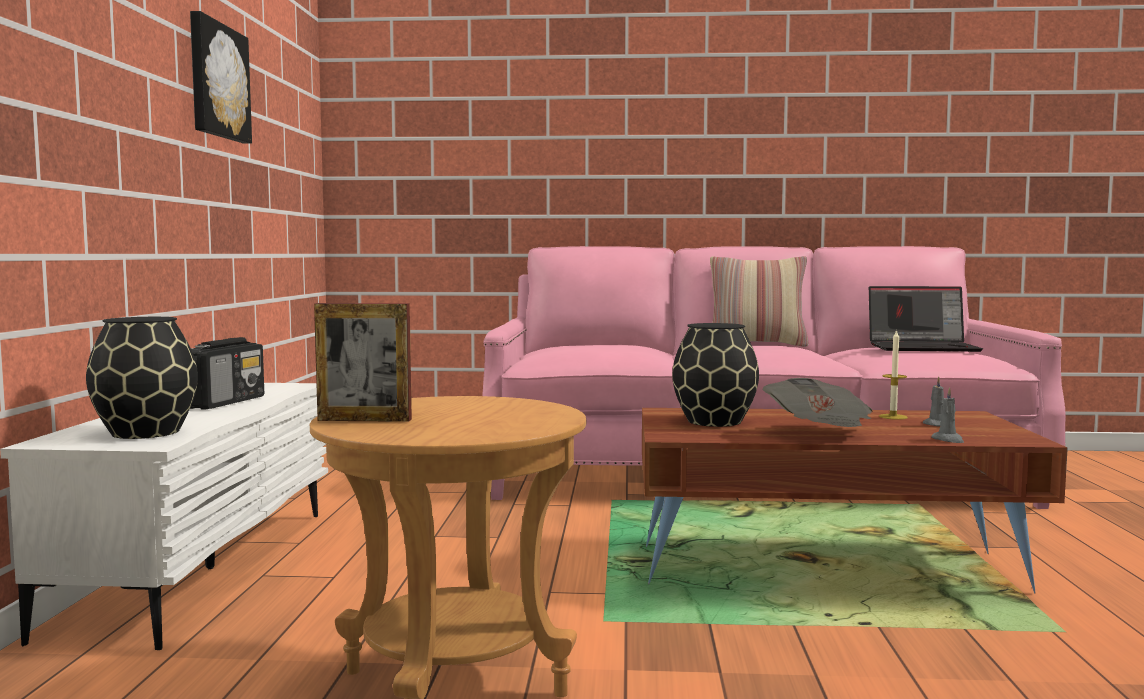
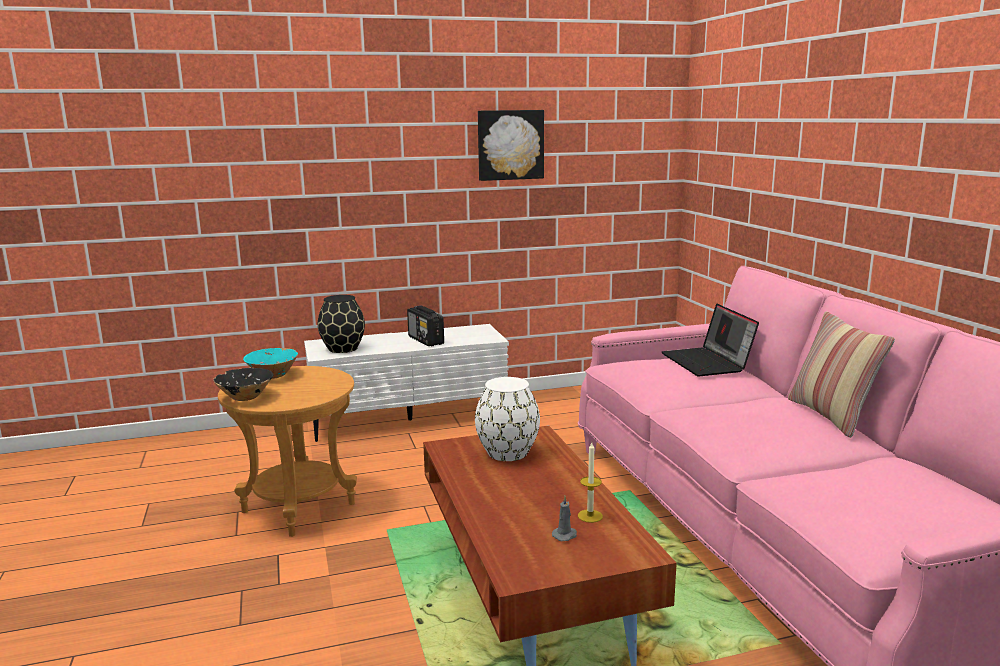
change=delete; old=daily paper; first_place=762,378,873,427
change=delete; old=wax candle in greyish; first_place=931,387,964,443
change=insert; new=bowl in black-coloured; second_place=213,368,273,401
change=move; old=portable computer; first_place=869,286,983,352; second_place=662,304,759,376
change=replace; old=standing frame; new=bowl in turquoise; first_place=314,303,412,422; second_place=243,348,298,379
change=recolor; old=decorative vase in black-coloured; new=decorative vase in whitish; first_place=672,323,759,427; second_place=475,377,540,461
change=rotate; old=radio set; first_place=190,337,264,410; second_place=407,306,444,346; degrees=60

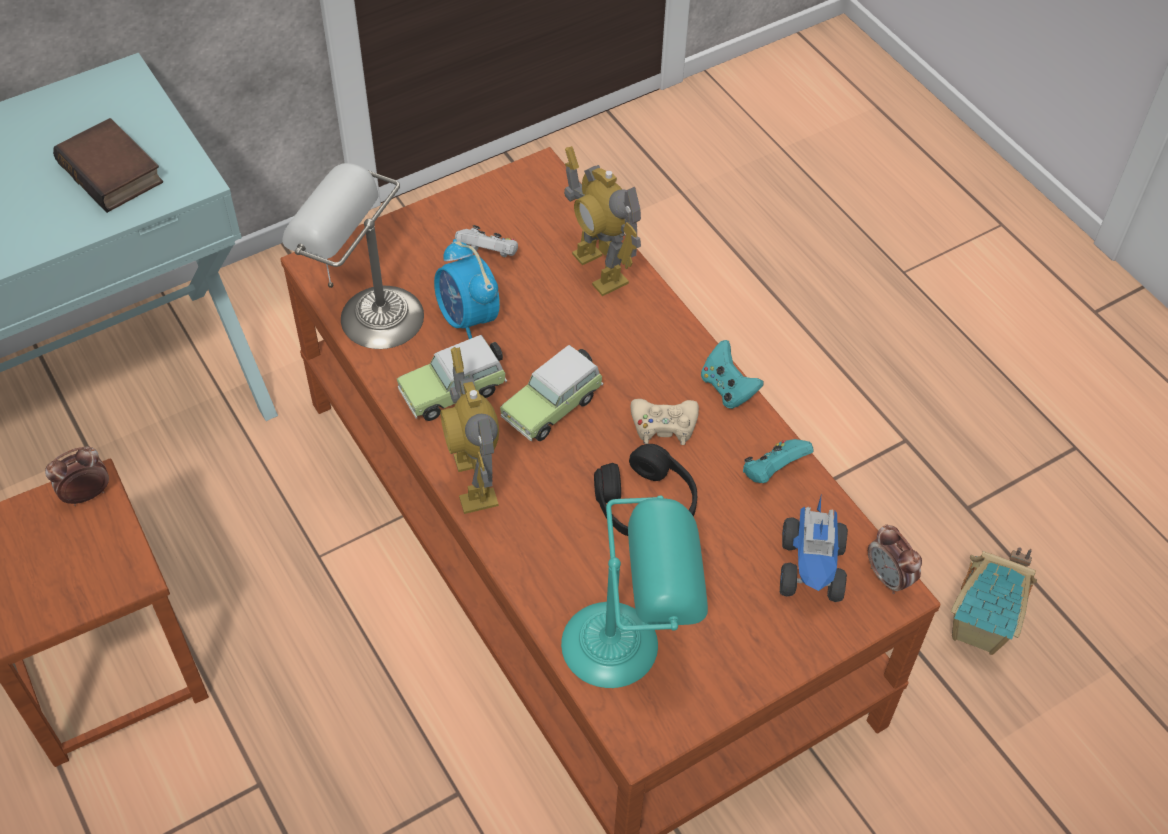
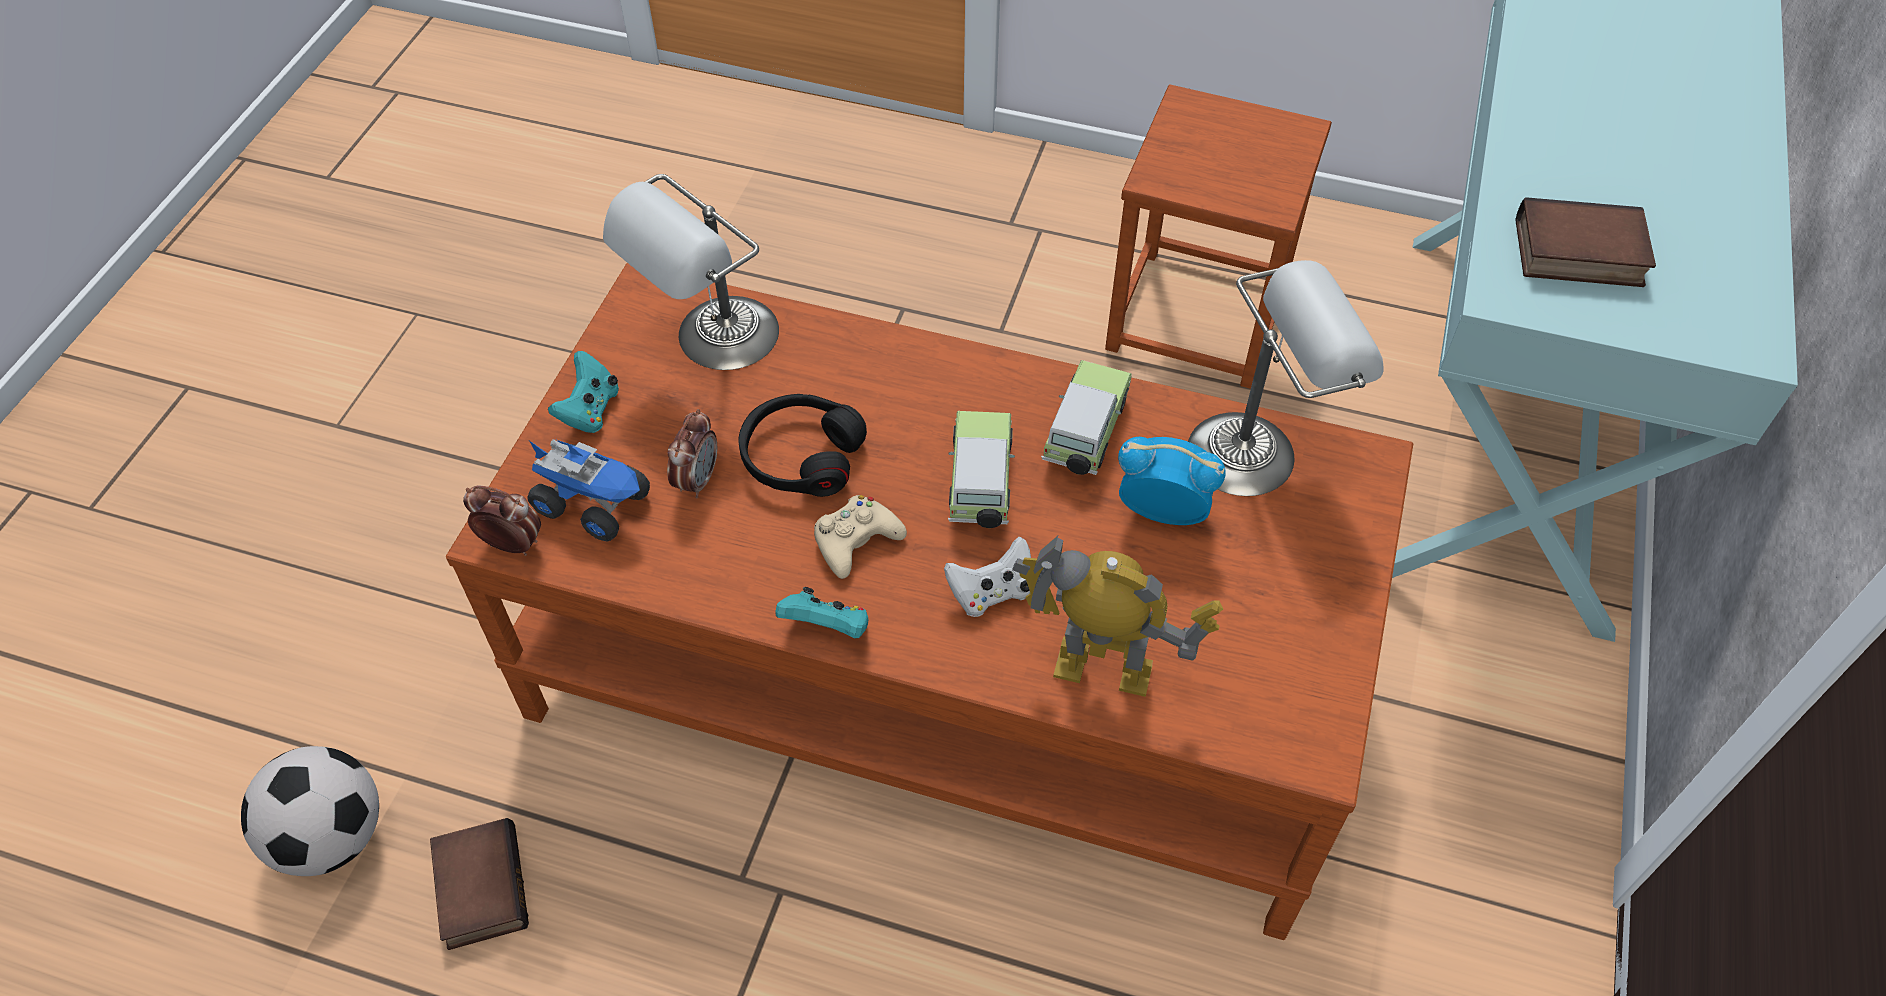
change=delete; old=toy robot; first_place=440,347,499,514
change=insert; new=football; second_place=241,746,379,876
change=move; old=table clock; first_place=45,446,109,506; second_place=667,409,717,499
change=move; old=gamepad in whitish; first_place=455,225,518,258; second_place=944,537,1031,617
change=move; old=gamepad in turquoise; first_place=743,439,814,483; second_place=548,351,619,433
change=replace; old=model house; new=volume; first_place=951,547,1037,655; second_place=430,818,529,950
change=recolor; old=tabletop lamp in turquoise; new=tabletop lamp in whitish; first_place=561,496,708,688; second_place=603,174,779,370
change=rotate; old=model truck; first_place=780,497,848,602; second_place=528,439,650,542; degrees=150

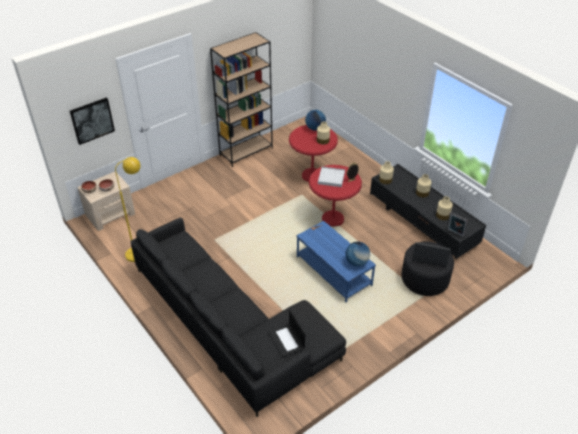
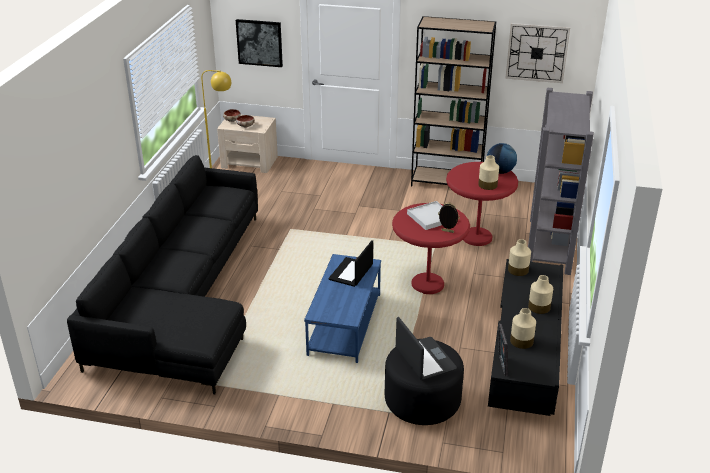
change=delete; old=globe; first_place=345,242,370,266
change=insert; new=hanging clock; second_place=505,23,570,83
change=insert; new=shelving unit in greyish; second_place=528,88,594,275
change=move; old=portable computer; first_place=268,309,305,358; second_place=328,240,373,287

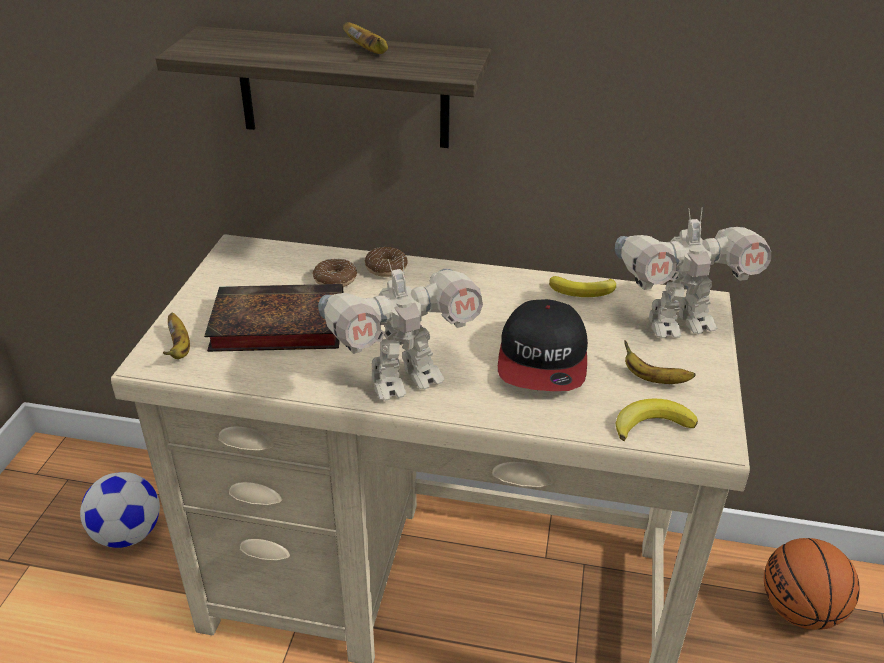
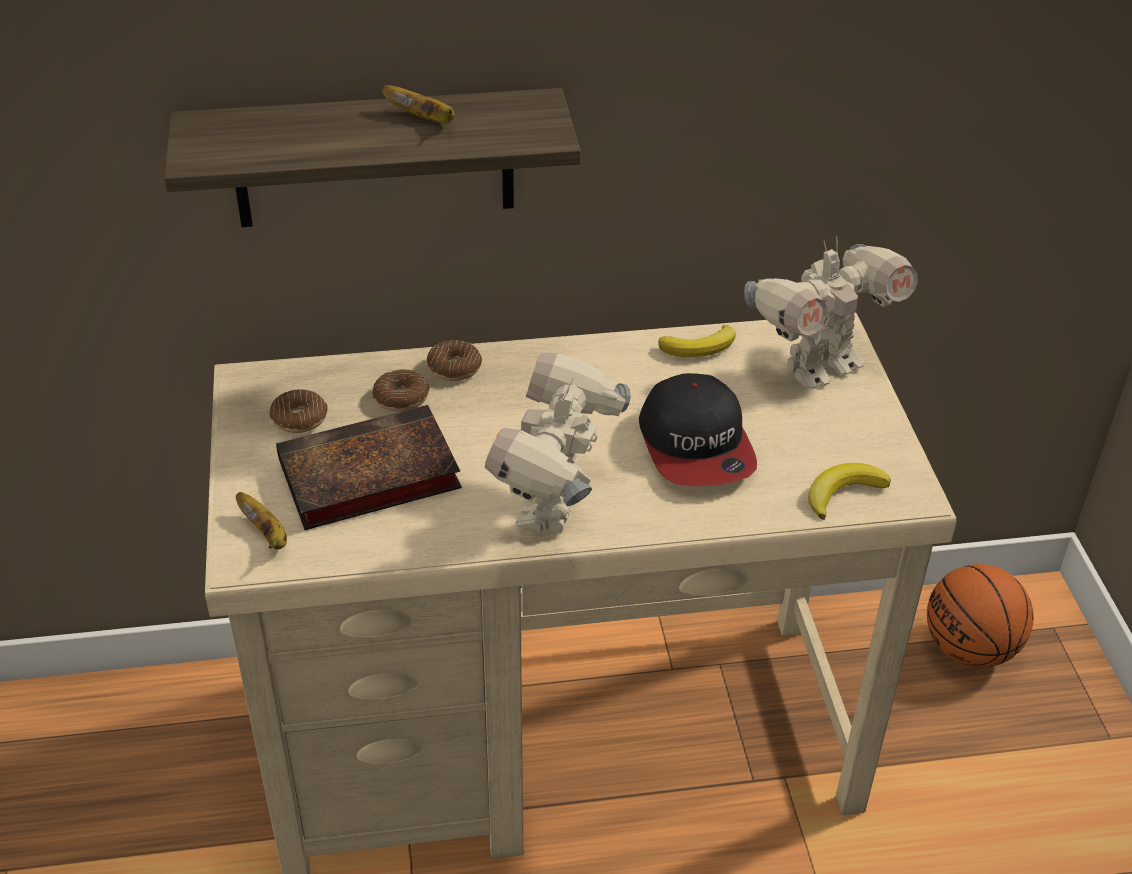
change=delete; old=football; first_place=80,472,160,548
change=delete; old=banana; first_place=624,340,695,384
change=insert; new=doughnut; second_place=270,389,327,433
change=rotate; old=toy robot; first_place=318,256,483,401; second_place=485,352,631,534; degrees=150

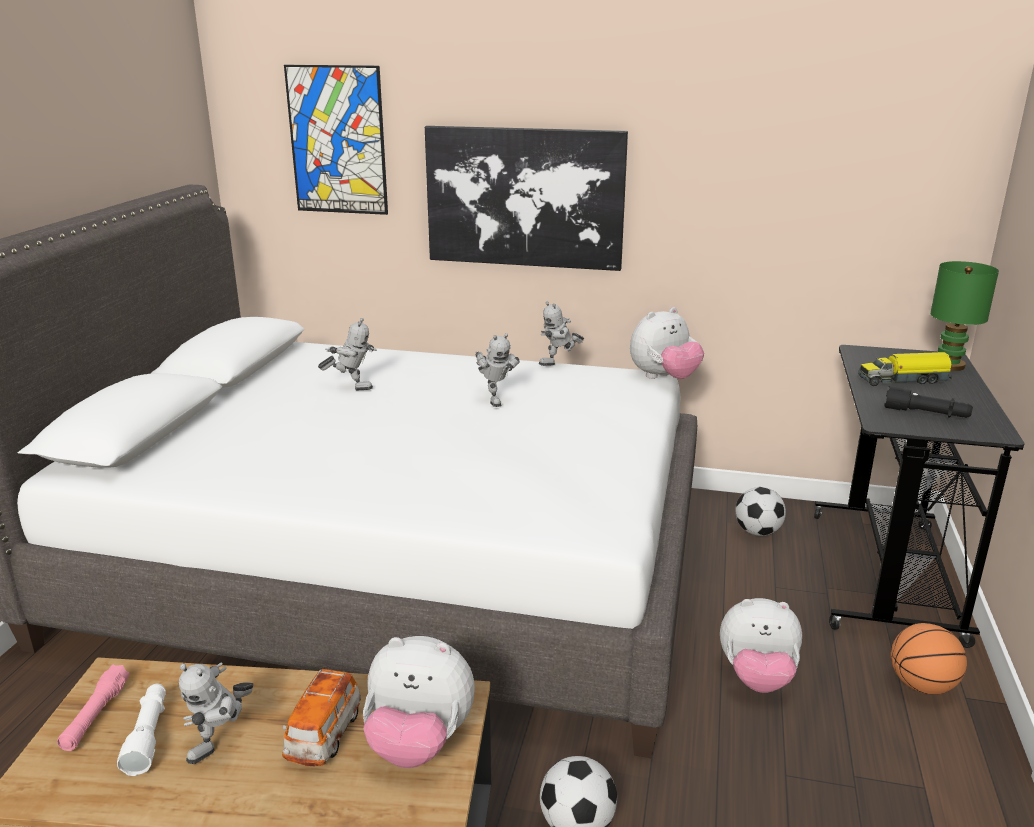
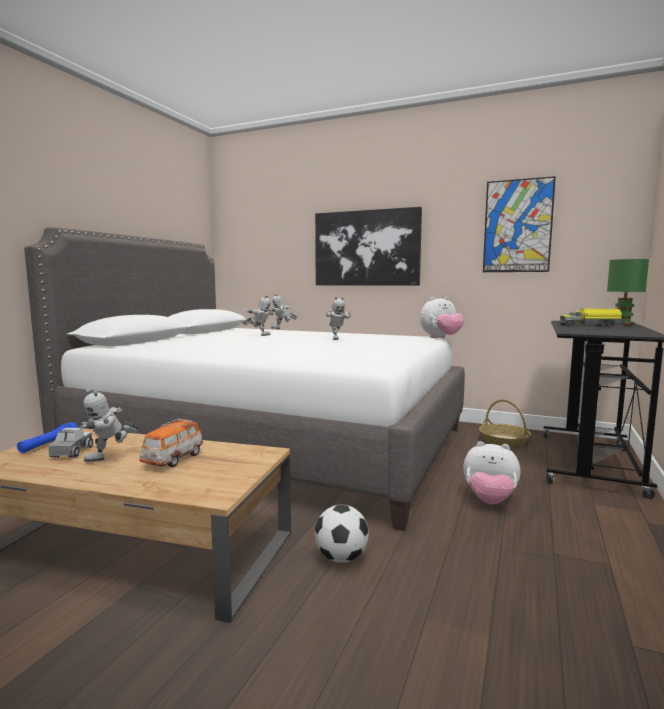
change=delete; old=plush toy; first_place=363,636,475,768
change=delete; old=torch in black-coloured; first_place=884,386,973,418
change=delete; old=basketball ball; first_place=891,623,967,695
change=move; old=picture; first_place=284,65,388,215; second_place=483,176,556,272
change=move; old=toy robot; first_place=539,301,584,366; second_place=271,294,297,329
change=replace; old=torch in whitish; new=model truck; first_place=117,683,166,776; second_place=48,428,93,457
change=replace; old=football; new=household basket; first_place=735,487,786,536; second_place=479,399,531,447
change=recolor; old=torch in pink-coloured; new=torch in blue-coloured; first_place=57,665,130,751; second_place=17,422,78,453

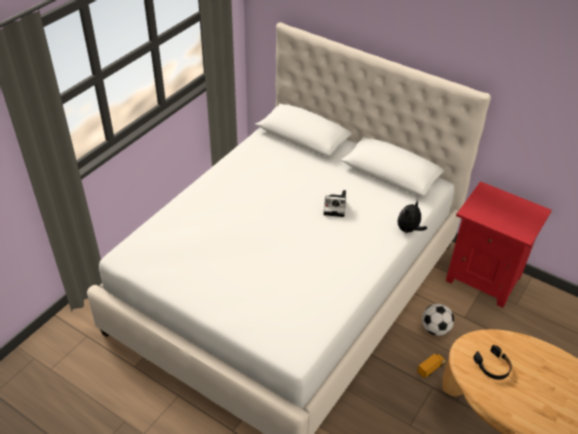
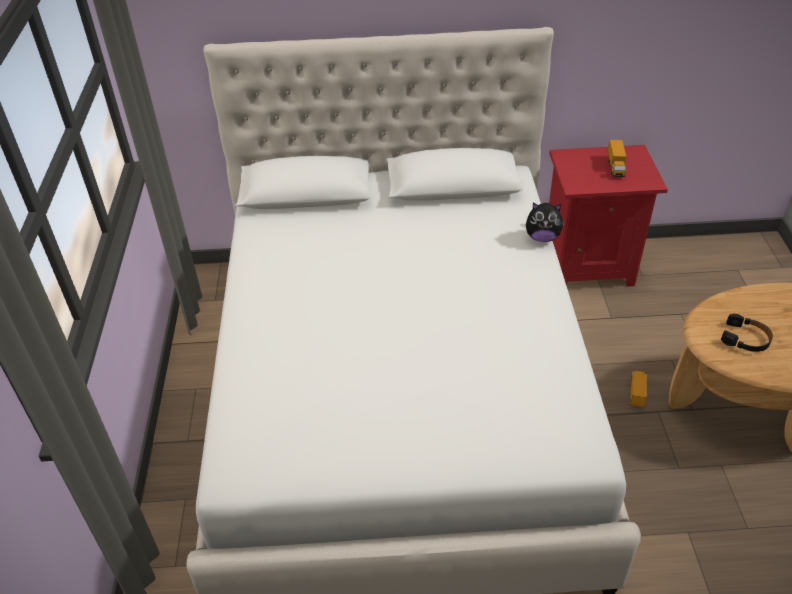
change=delete; old=photo camera; first_place=324,190,346,217
change=delete; old=football; first_place=422,304,454,336
change=insert; new=model truck; second_place=608,140,626,177
change=rotate; old=plush toy; first_place=398,200,427,233; second_place=526,202,566,242; degrees=-90

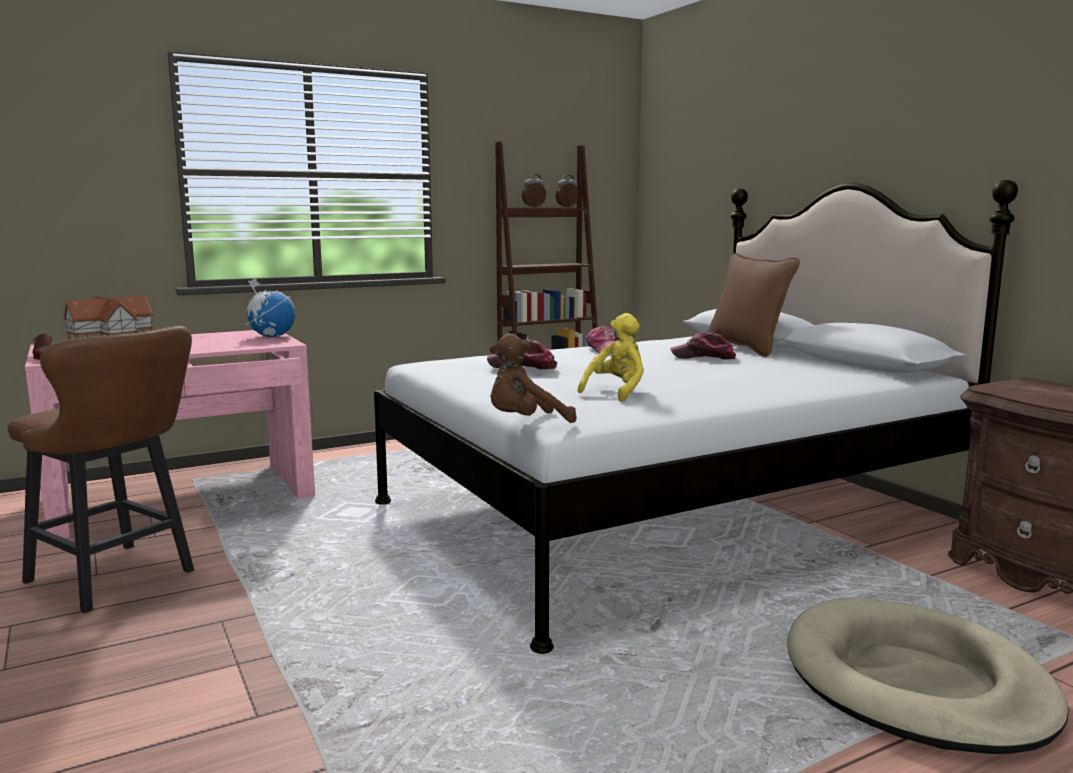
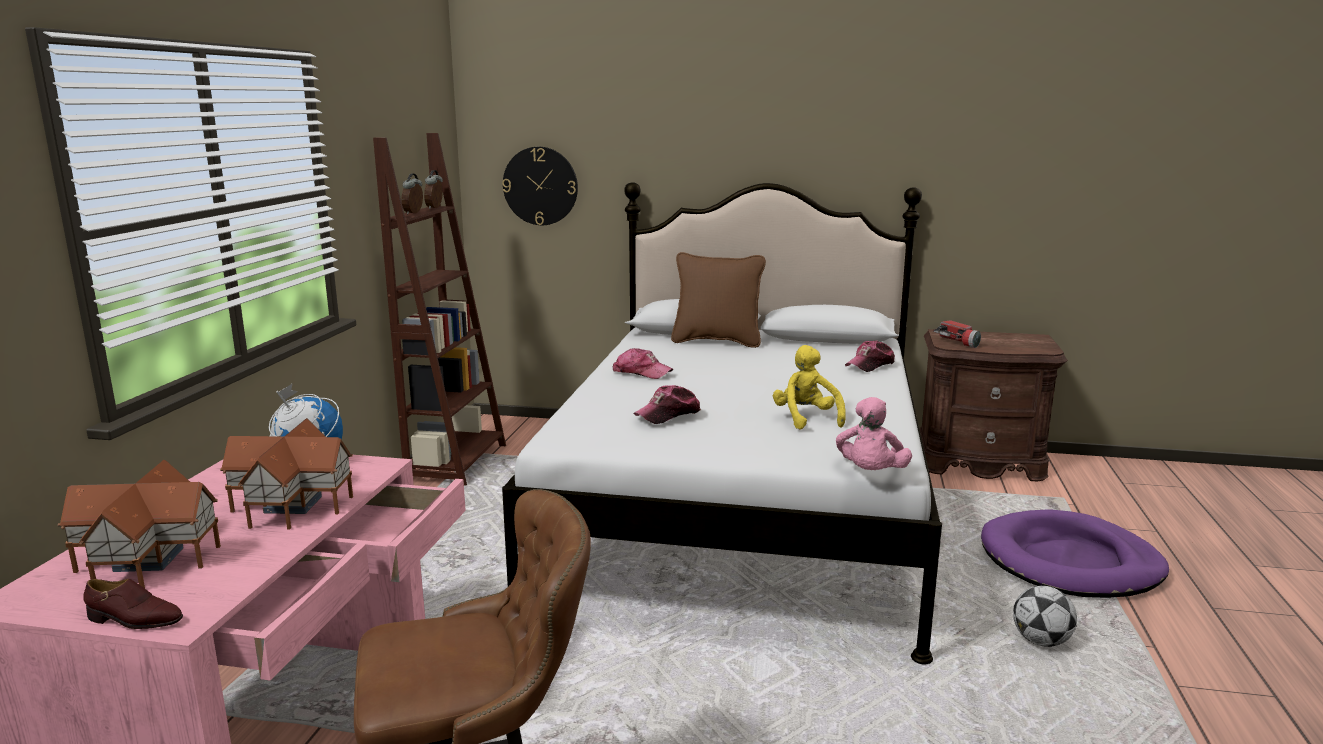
change=insert; new=model house; second_place=220,418,353,529
change=insert; new=hanging clock; second_place=502,147,578,225
change=insert; new=torch; second_place=933,320,981,348
change=insert; new=football; second_place=1013,586,1077,647
change=move; old=baseball cap; first_place=670,332,736,360; second_place=845,340,895,372
change=recolor; old=plush toy in brownish; new=plush toy in pink-coloured; first_place=490,333,577,423; second_place=836,397,912,470
change=recolor; old=pet bed in sand-coloured; new=pet bed in purple-coloured; first_place=787,597,1069,754; second_place=981,510,1169,598

